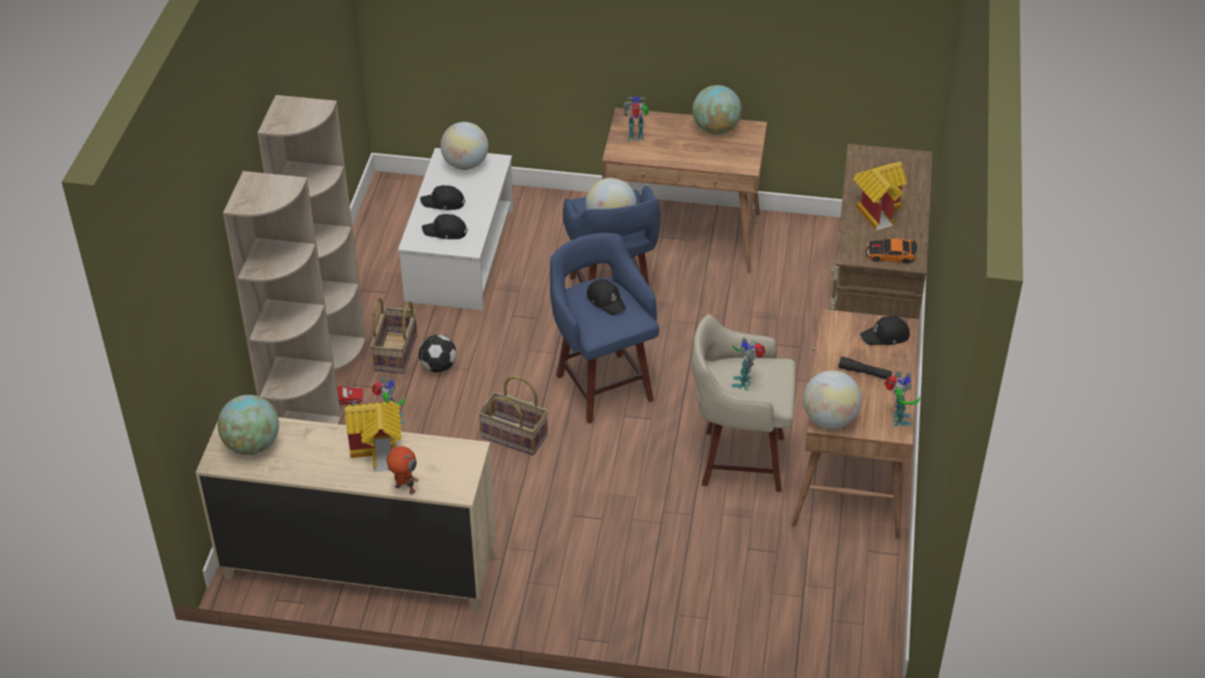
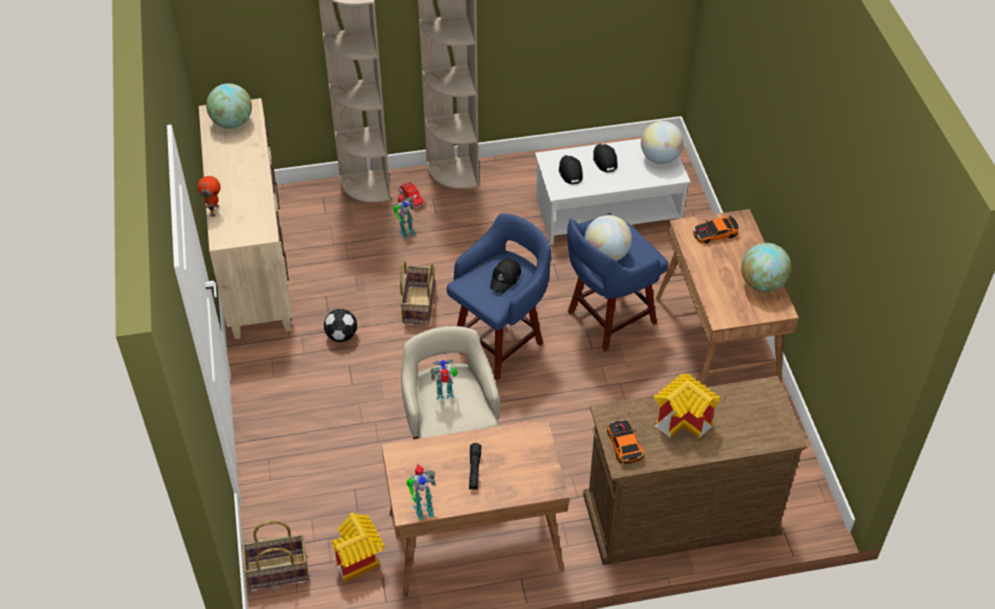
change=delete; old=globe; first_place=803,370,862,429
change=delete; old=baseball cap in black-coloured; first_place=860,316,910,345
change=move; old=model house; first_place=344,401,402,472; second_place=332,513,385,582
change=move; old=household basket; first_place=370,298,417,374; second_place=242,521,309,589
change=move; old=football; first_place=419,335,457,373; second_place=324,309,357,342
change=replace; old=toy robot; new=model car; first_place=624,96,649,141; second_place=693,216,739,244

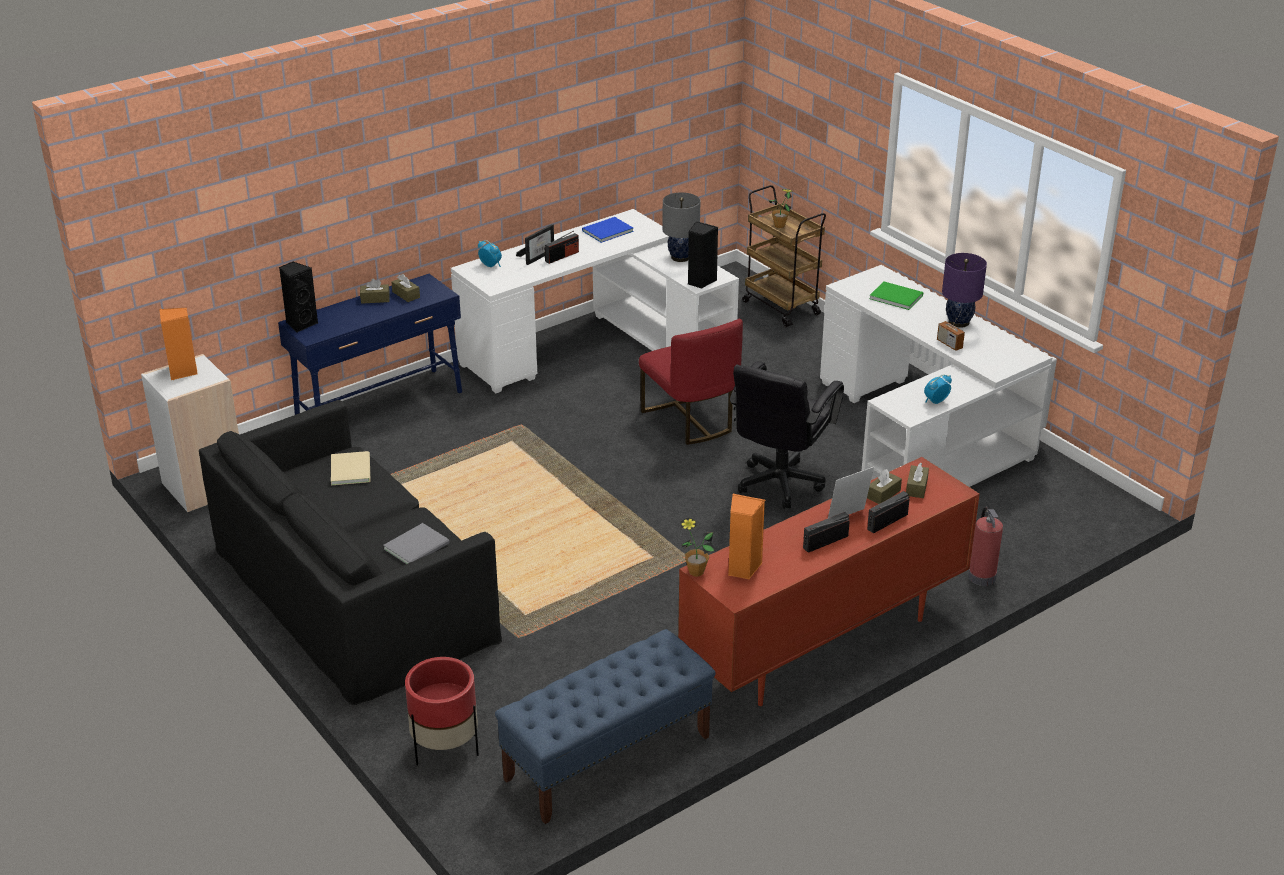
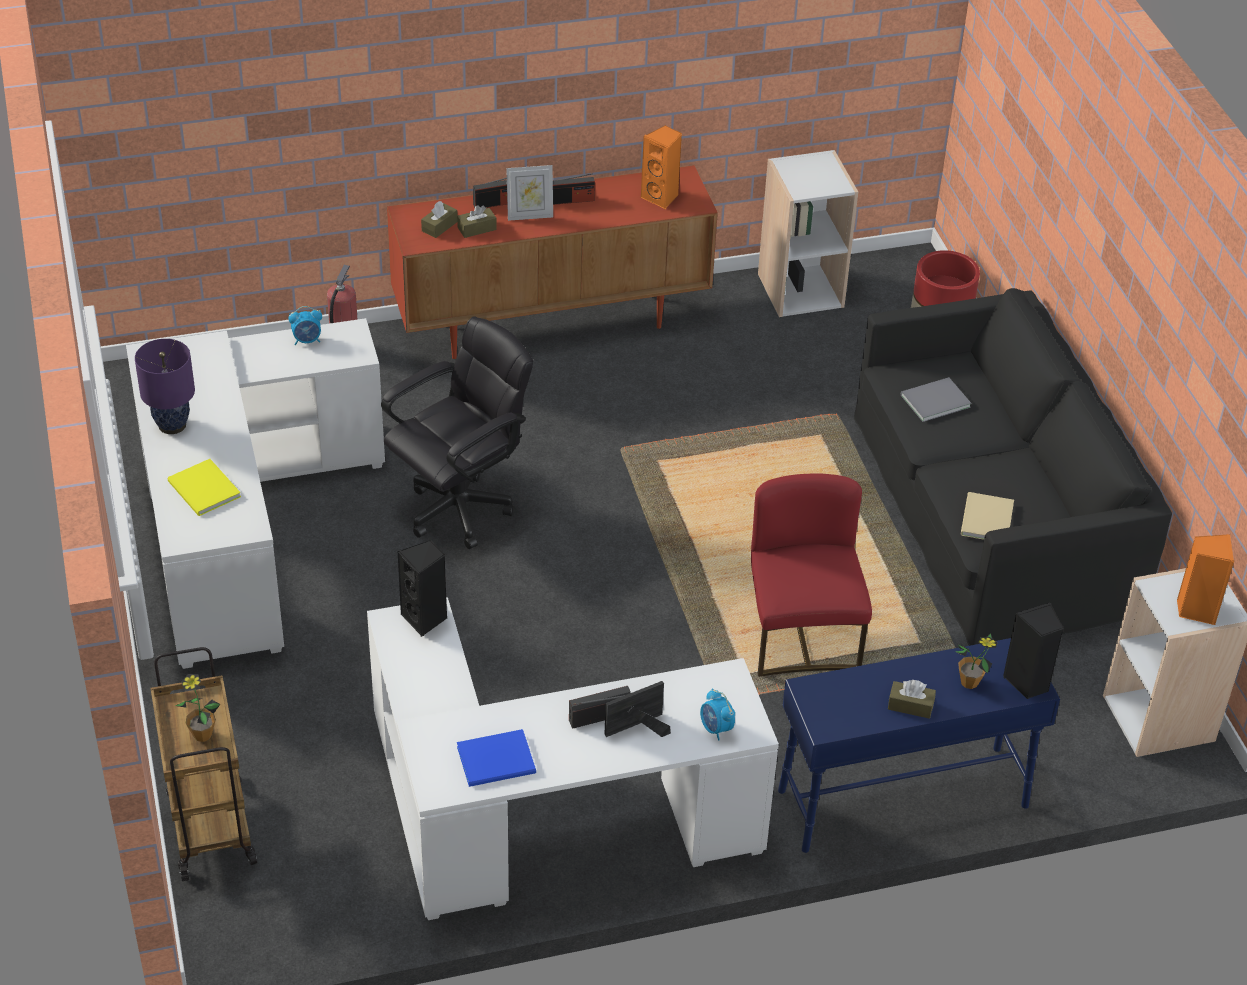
change=delete; old=tissue holder in brownish; first_place=392,274,420,302
change=delete; old=tabletop lamp in greyish; first_place=662,192,700,262
change=delete; old=radio set; first_place=937,310,965,351
change=move; old=plain chair in reddish; first_place=639,319,743,445; second_place=751,473,872,677
change=move; old=houseplant; first_place=681,517,714,577; second_place=955,633,998,689
change=replace; old=indoor bench in blue-coloured; new=shelving unit; first_place=495,629,716,824; second_place=758,150,858,317
change=recolor; old=volume in greenish; new=volume in yellowish; first_place=869,282,923,310; second_place=167,459,241,516

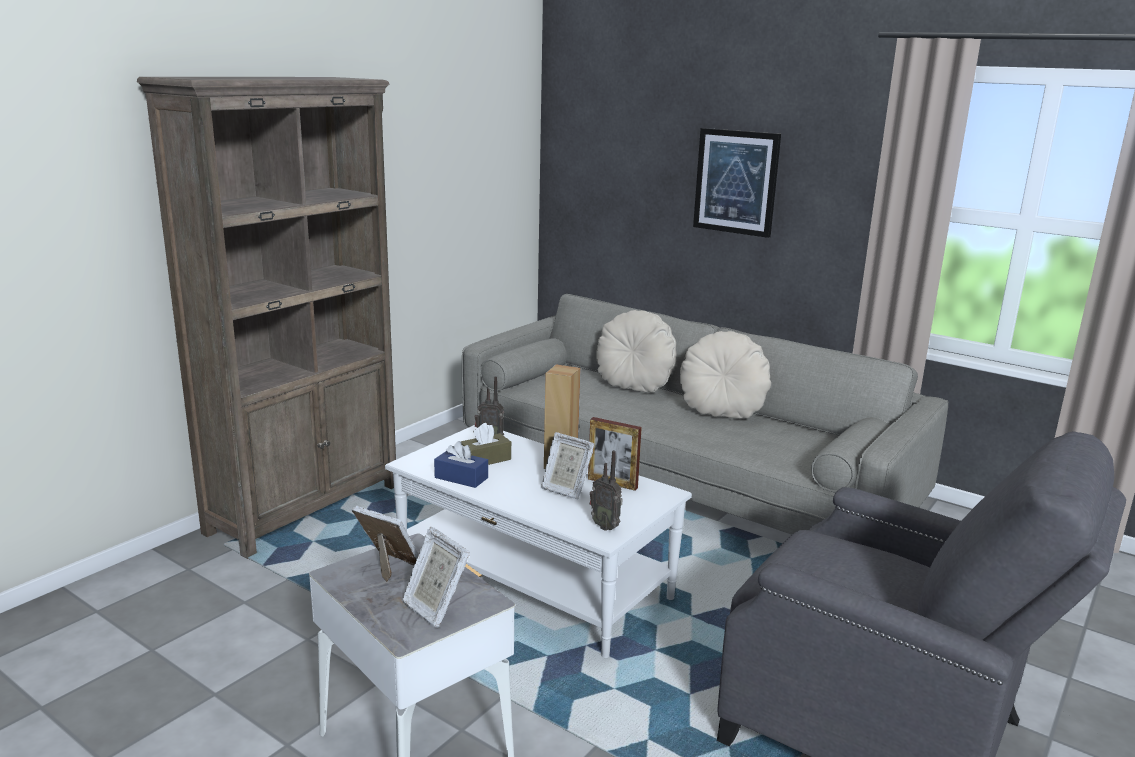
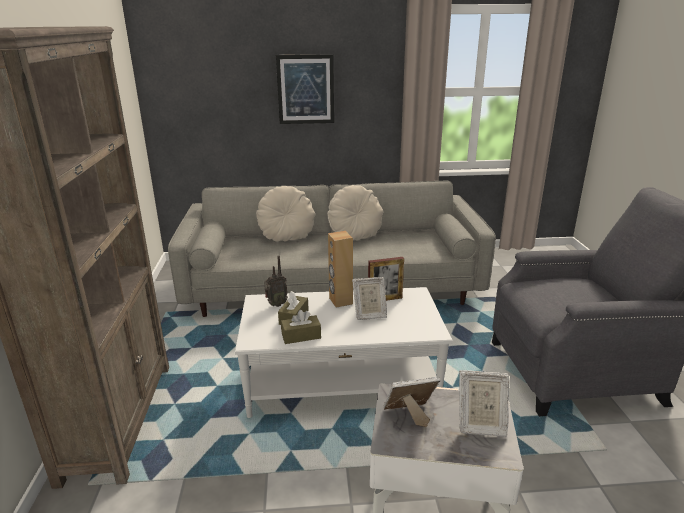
change=delete; old=radio set; first_place=590,450,623,531
change=recolor; old=tissue holder in blue-coloured; new=tissue holder in brownish; first_place=434,441,488,488; second_place=281,310,321,344

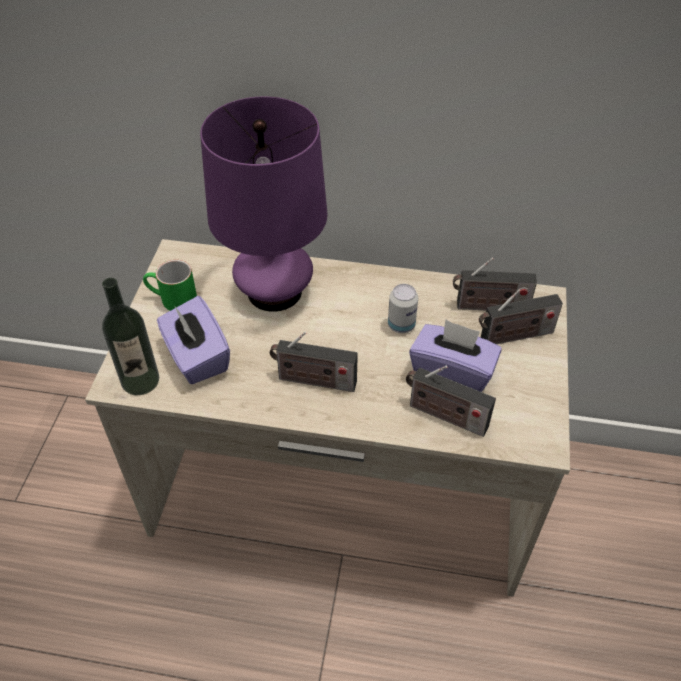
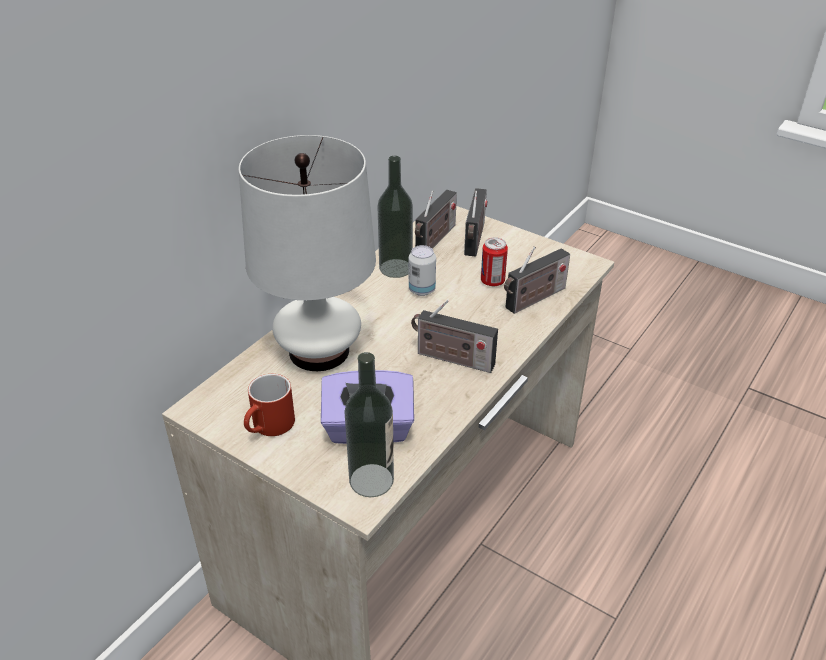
change=insert; new=beverage bottle; second_place=378,156,413,278
change=replace; old=tissue holder in purple-coloured; new=metal can; first_place=409,320,502,392; second_place=481,237,508,286
change=recolor; old=mug in greenish; new=mug in reddish; first_place=143,260,197,311; second_place=244,374,295,436
change=recolor; old=tabletop lamp in purple-coloured; new=tabletop lamp in whitish; first_place=200,97,327,312; second_place=239,135,376,371
change=rotate; old=radio set; first_place=270,332,358,392; second_place=411,299,498,373; degrees=75

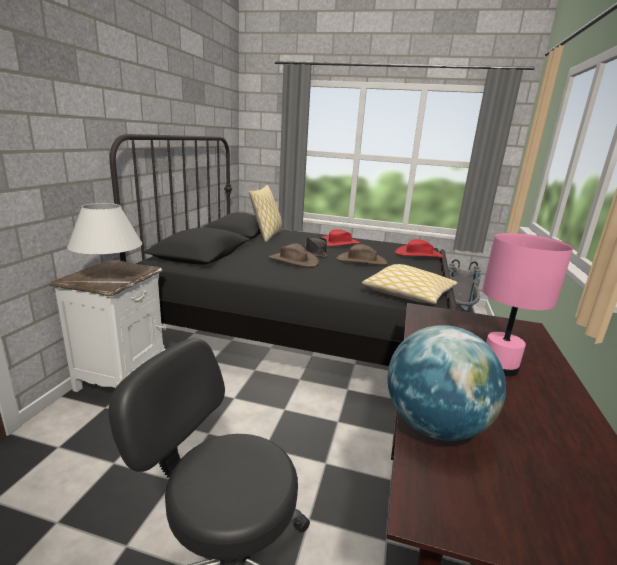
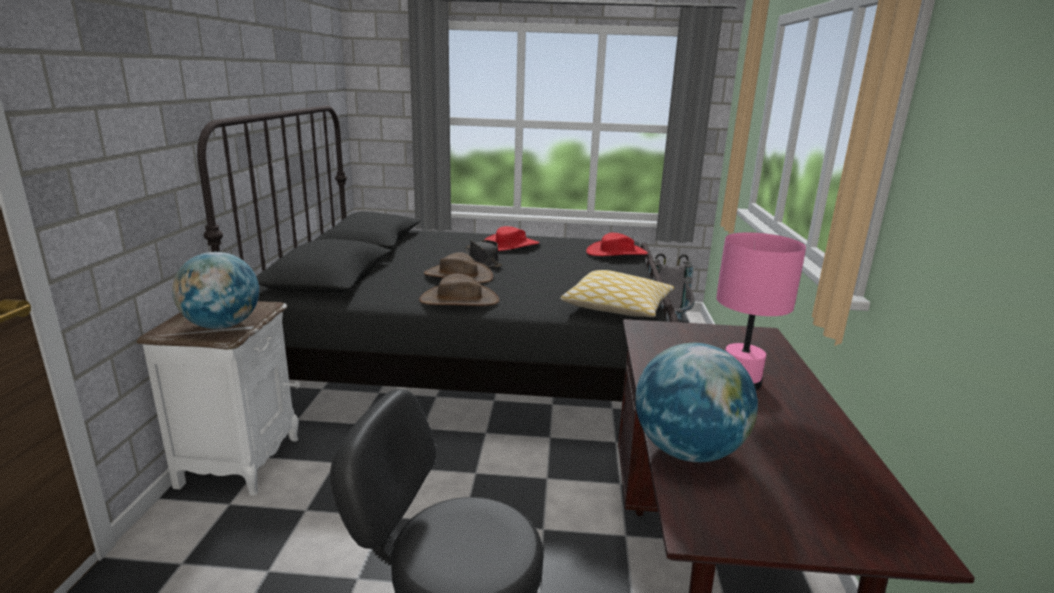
change=delete; old=cushion; first_place=249,185,282,242
change=move; old=wearable hat in brownish; first_place=336,244,388,265; second_place=419,273,499,306
change=replace; old=tabletop lamp in whitish; new=globe; first_place=67,203,142,279; second_place=172,252,259,329

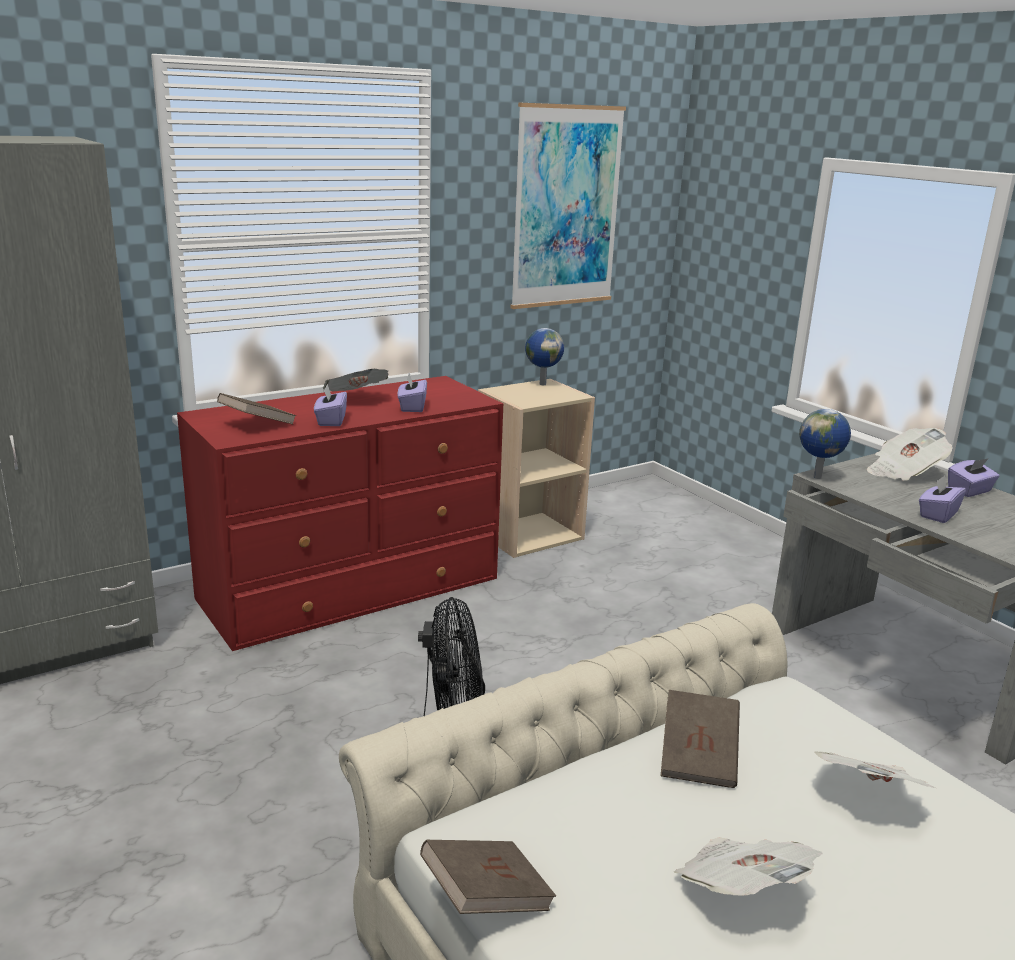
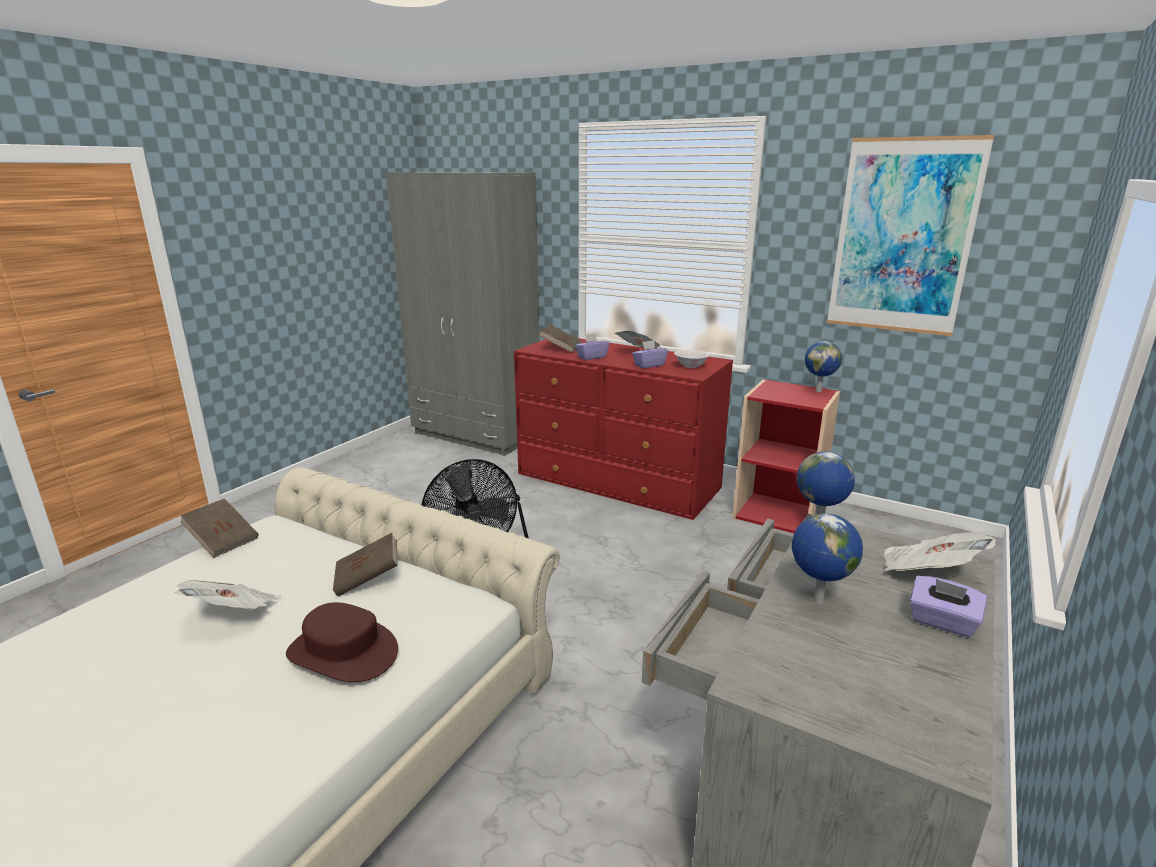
change=insert; new=bowl in whitish; second_place=674,349,710,368
change=replace; old=daily paper; new=wearable hat in brownish; first_place=815,751,936,788; second_place=286,602,398,682
change=replace; old=tissue holder in purple-coloured; new=globe; first_place=919,476,966,523; second_place=792,513,863,604
change=recolor; old=shelving unit in sand-coloured; new=shelving unit in reddish; first_place=478,379,595,558; second_place=732,379,840,533

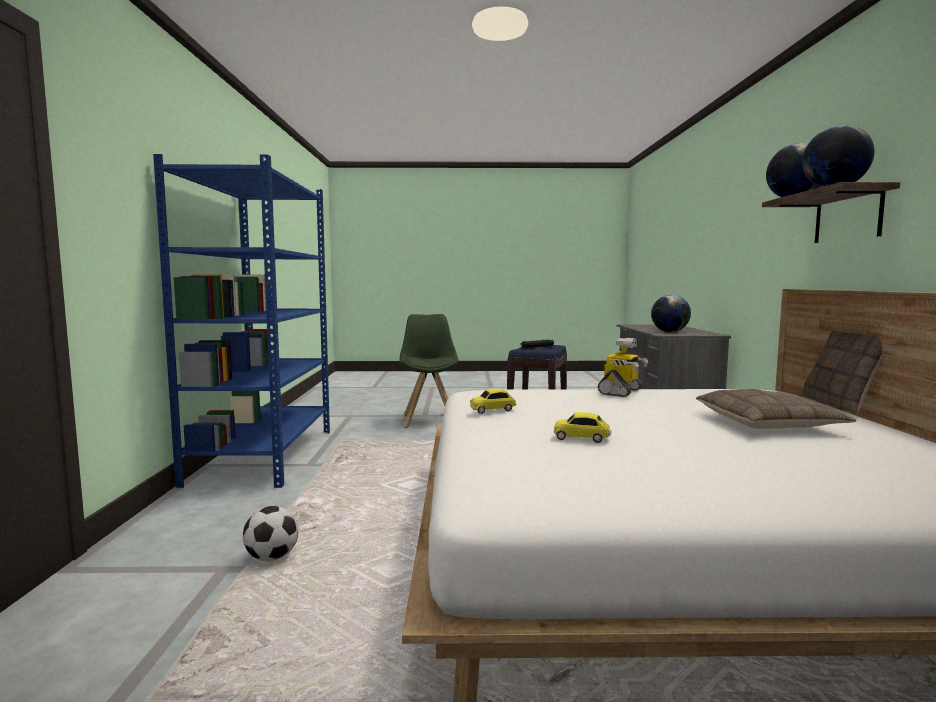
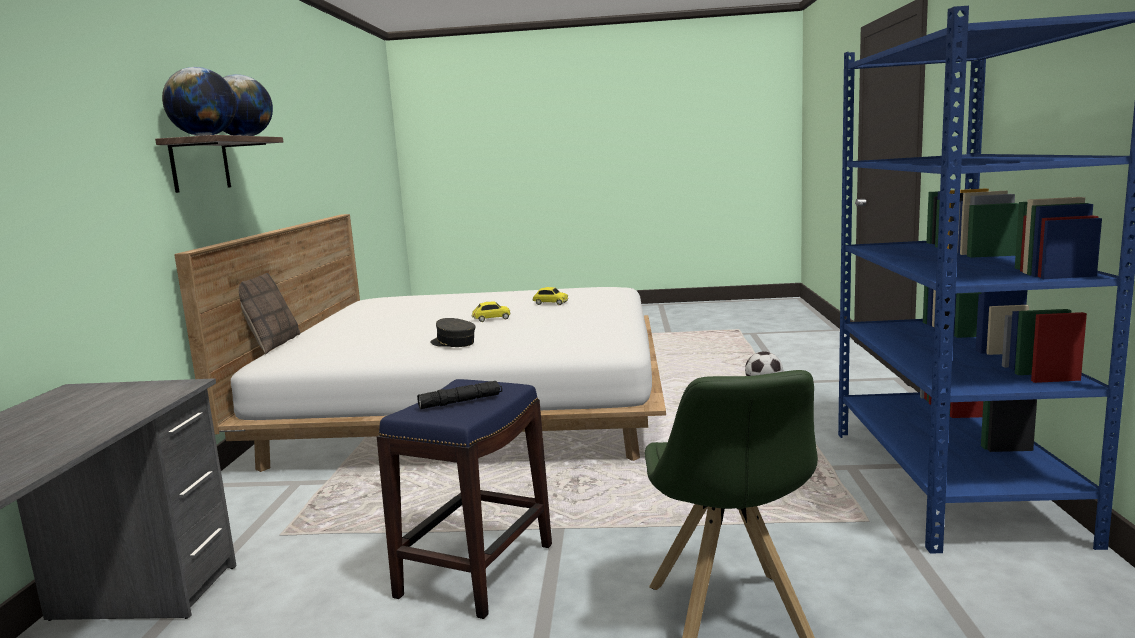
change=delete; old=globe; first_place=651,295,691,332
change=delete; old=cushion; first_place=696,389,856,429
change=move; old=model car; first_place=470,389,516,414; second_place=471,301,511,322
change=replace; old=toy robot; new=baseball cap in greyish; first_place=598,338,649,397; second_place=430,318,476,347

